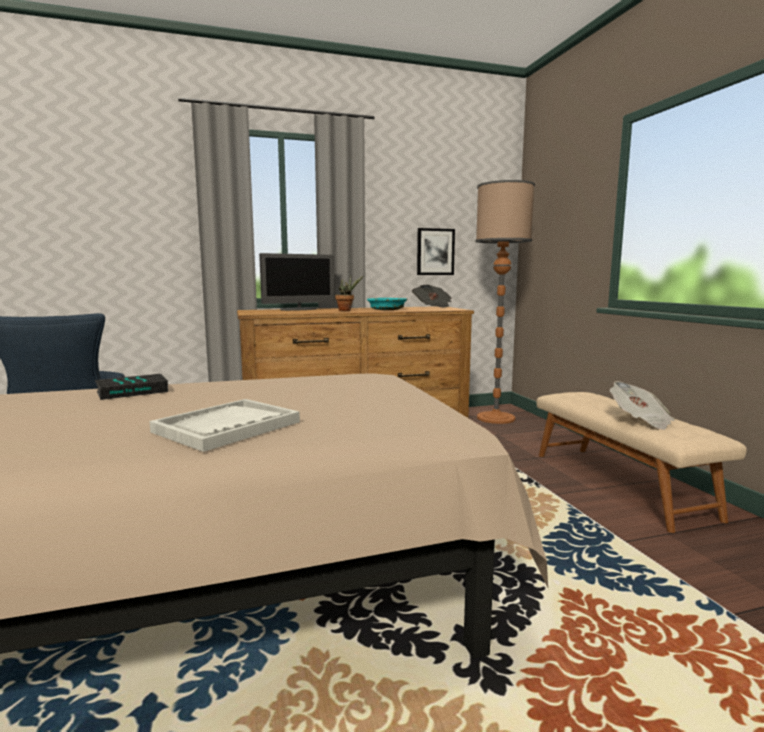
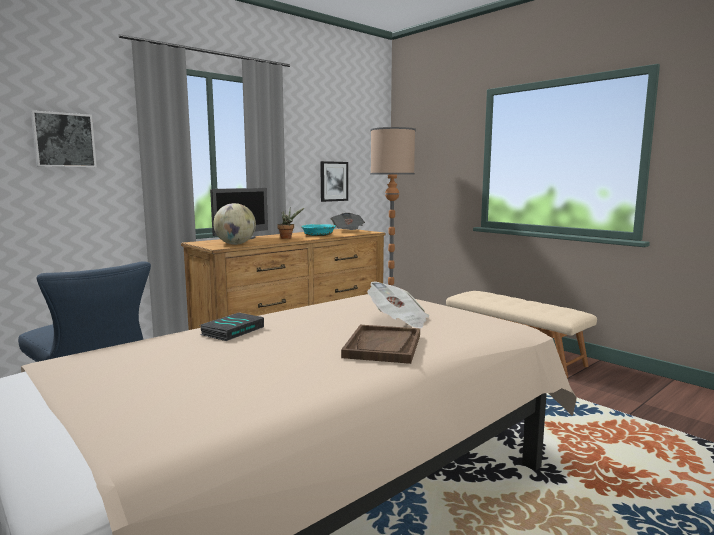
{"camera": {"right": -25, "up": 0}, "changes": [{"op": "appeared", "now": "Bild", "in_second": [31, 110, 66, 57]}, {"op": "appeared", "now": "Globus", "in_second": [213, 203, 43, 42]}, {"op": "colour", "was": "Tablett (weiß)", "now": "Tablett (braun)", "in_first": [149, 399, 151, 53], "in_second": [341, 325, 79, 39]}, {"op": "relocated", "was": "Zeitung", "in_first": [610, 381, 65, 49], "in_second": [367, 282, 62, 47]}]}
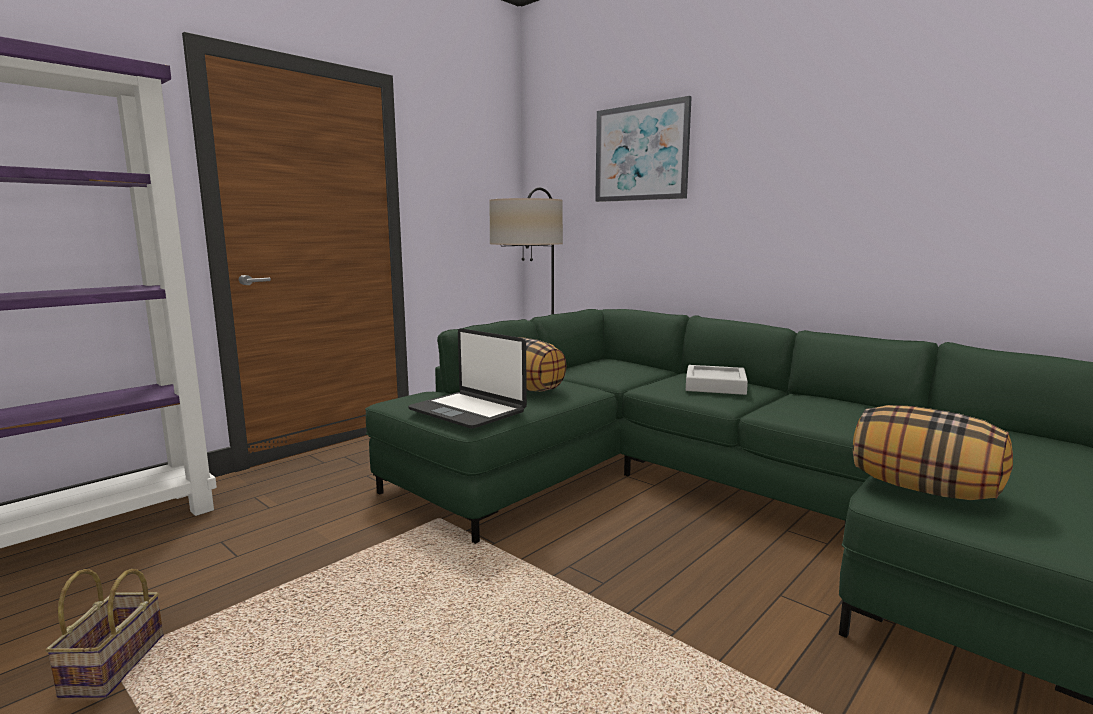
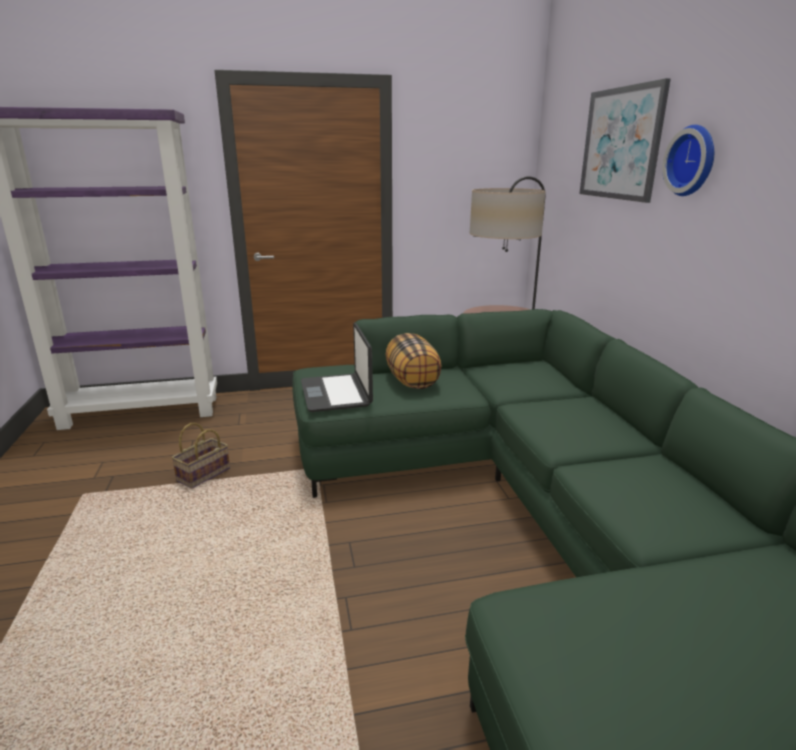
{"camera": {"right": 35, "up": 10}, "changes": [{"op": "relocated", "was": "Korb", "in_first": [45, 569, 118, 129], "in_second": [171, 423, 59, 65]}, {"op": "appeared", "now": "Wanduhr", "in_second": [662, 125, 52, 71]}, {"op": "missing", "was": "Tablett (grau)", "in_first": [686, 365, 62, 30]}, {"op": "missing", "was": "Kissen", "in_first": [853, 405, 160, 95]}]}
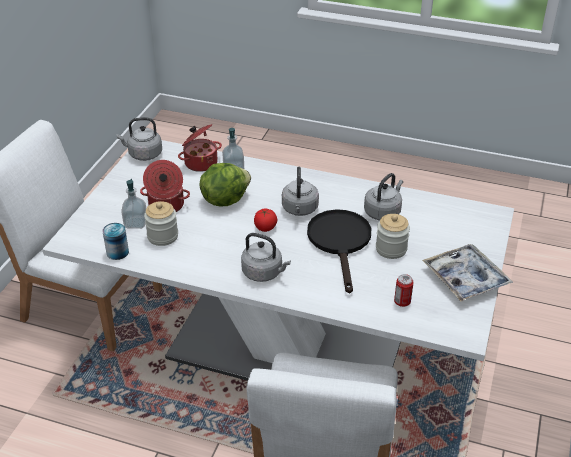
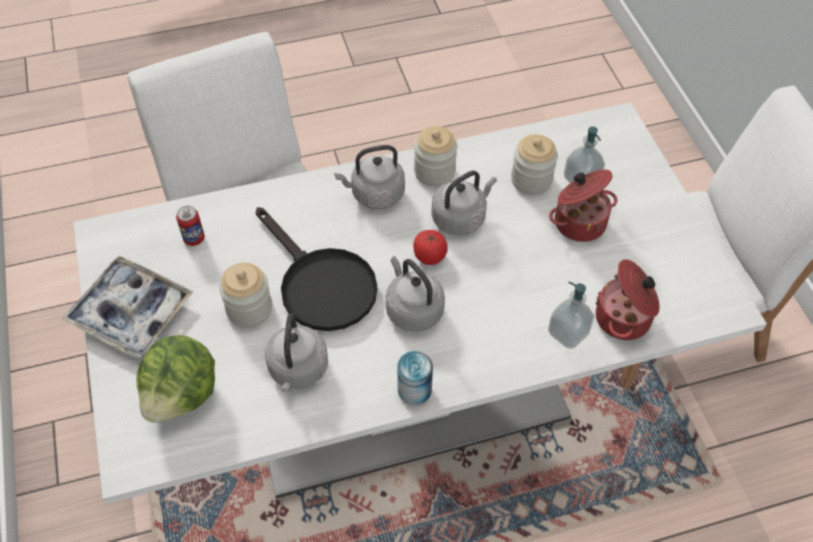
{"camera": {"right": 145, "up": 15}, "changes": [{"op": "relocated", "was": "Salatkopf", "in_first": [199, 163, 52, 43], "in_second": [136, 335, 79, 88]}, {"op": "relocated", "was": "Dose", "in_first": [103, 223, 26, 37], "in_second": [397, 351, 36, 54]}, {"op": "appeared", "now": "Vorratsglas", "in_second": [414, 126, 43, 60]}, {"op": "relocated", "was": "Wasserkessel (grau)", "in_first": [117, 117, 45, 44], "in_second": [431, 171, 66, 65]}]}
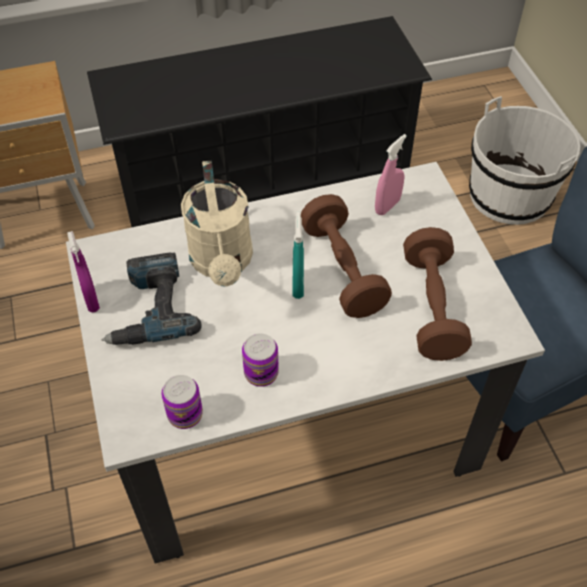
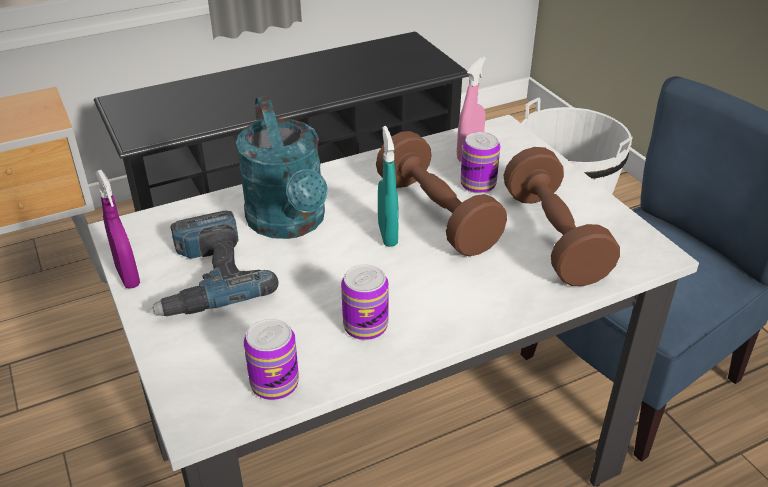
{"camera": {"right": -10, "up": -15}, "changes": [{"op": "colour", "was": "Gießkanne (beige)", "now": "Gießkanne (türkis)", "in_first": [181, 160, 72, 127], "in_second": [236, 96, 92, 143]}, {"op": "appeared", "now": "Dose", "in_second": [460, 132, 40, 62]}]}
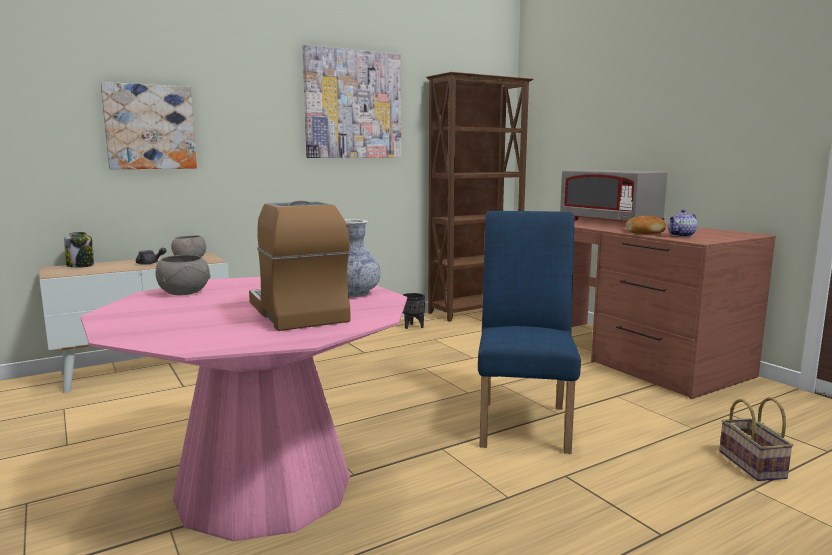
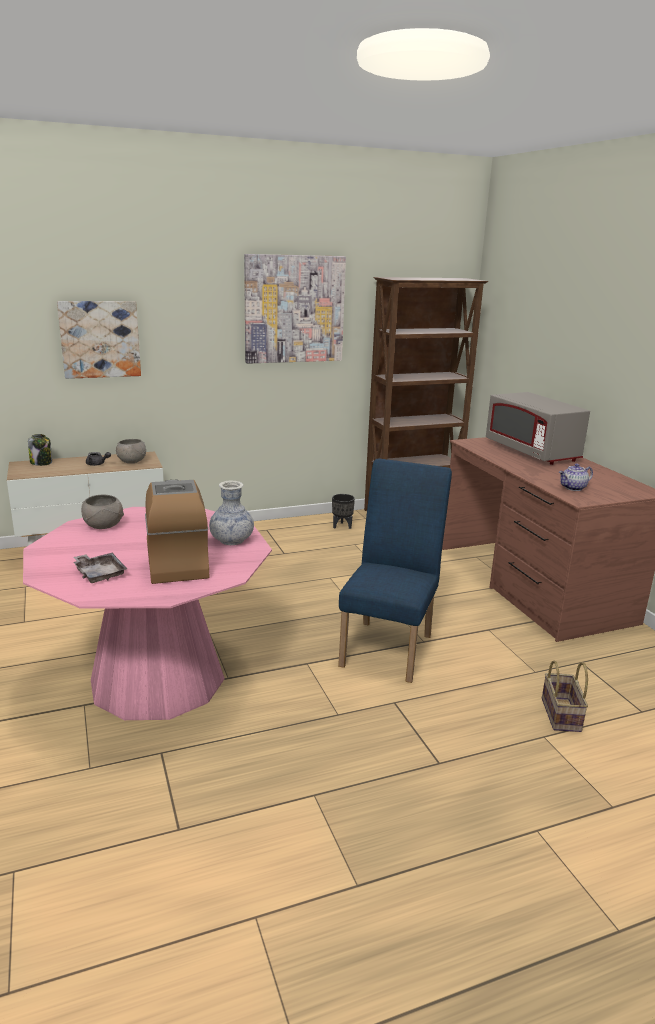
{"camera": {"right": 10, "up": 10}, "changes": [{"op": "appeared", "now": "Tablett (grau)", "in_second": [74, 553, 53, 30]}, {"op": "missing", "was": "Brot", "in_first": [626, 215, 40, 19]}]}
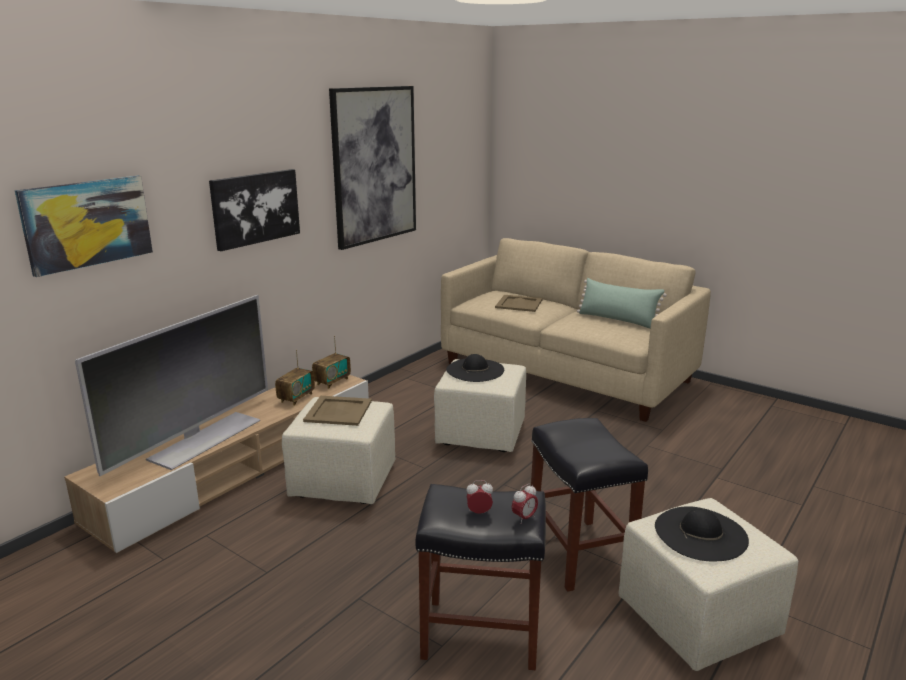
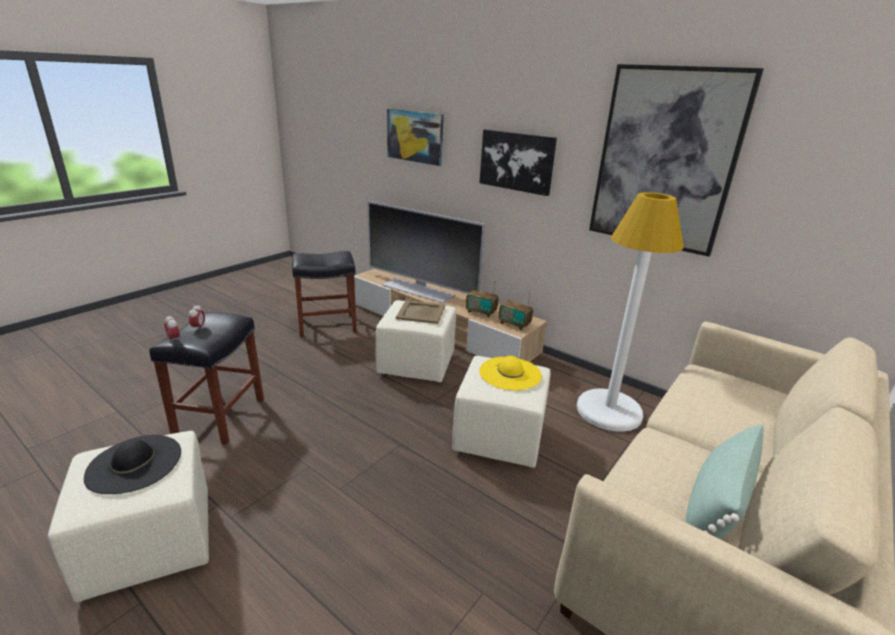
{"camera": {"right": 90, "up": 5}, "changes": [{"op": "relocated", "was": "Hocker (schwarz)", "in_first": [531, 418, 117, 174], "in_second": [292, 251, 65, 86]}, {"op": "colour", "was": "Hut (schwarz)", "now": "Hut (gelb)", "in_first": [446, 354, 58, 28], "in_second": [479, 356, 63, 34]}, {"op": "appeared", "now": "Stehlampe (weiß)", "in_second": [577, 192, 107, 240]}, {"op": "missing", "was": "Tablett (beige)", "in_first": [495, 295, 48, 17]}]}
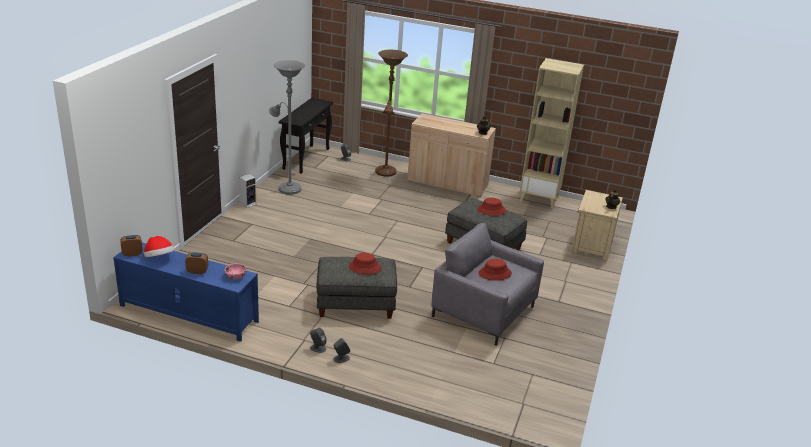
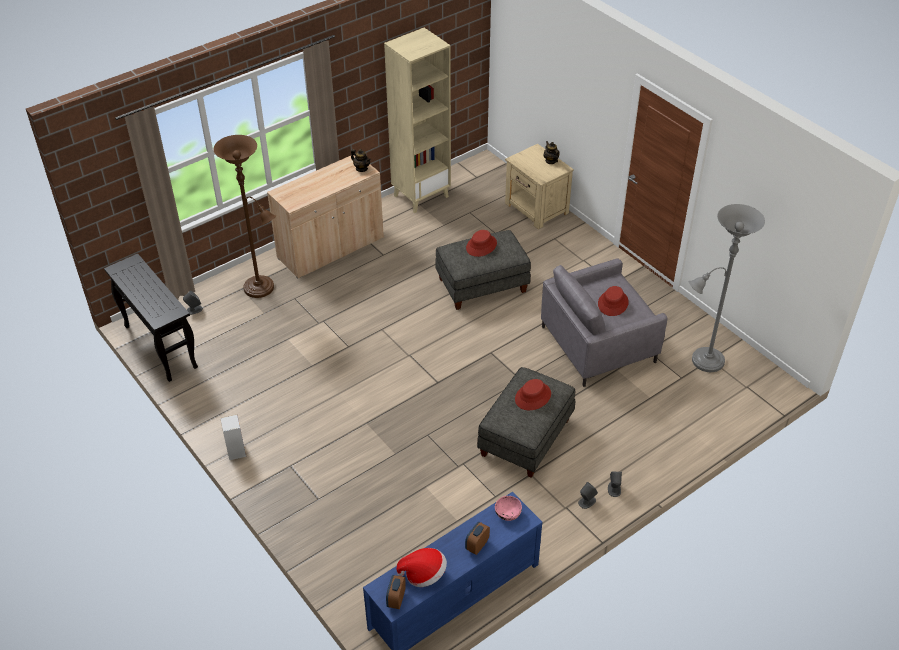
{"camera": {"right": -55, "up": 15}, "changes": [{"op": "relocated", "was": "Stehlampe (grau)", "in_first": [269, 60, 36, 135], "in_second": [689, 204, 76, 168]}]}
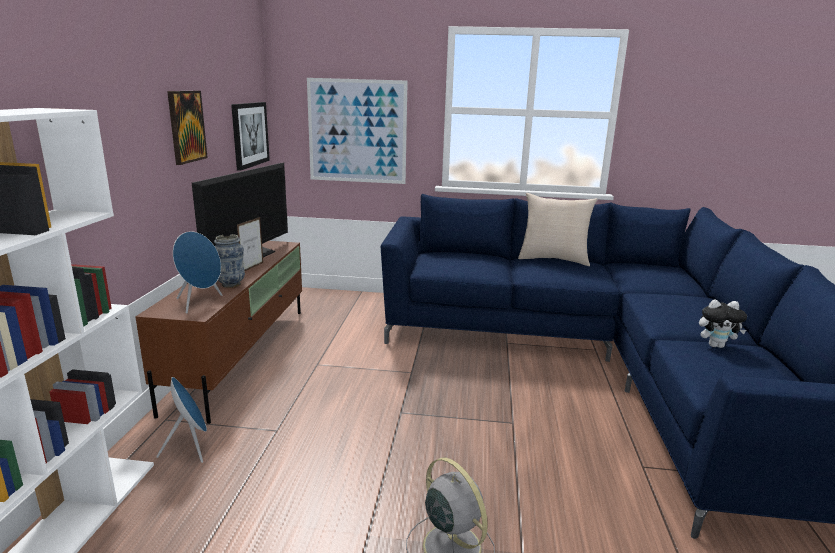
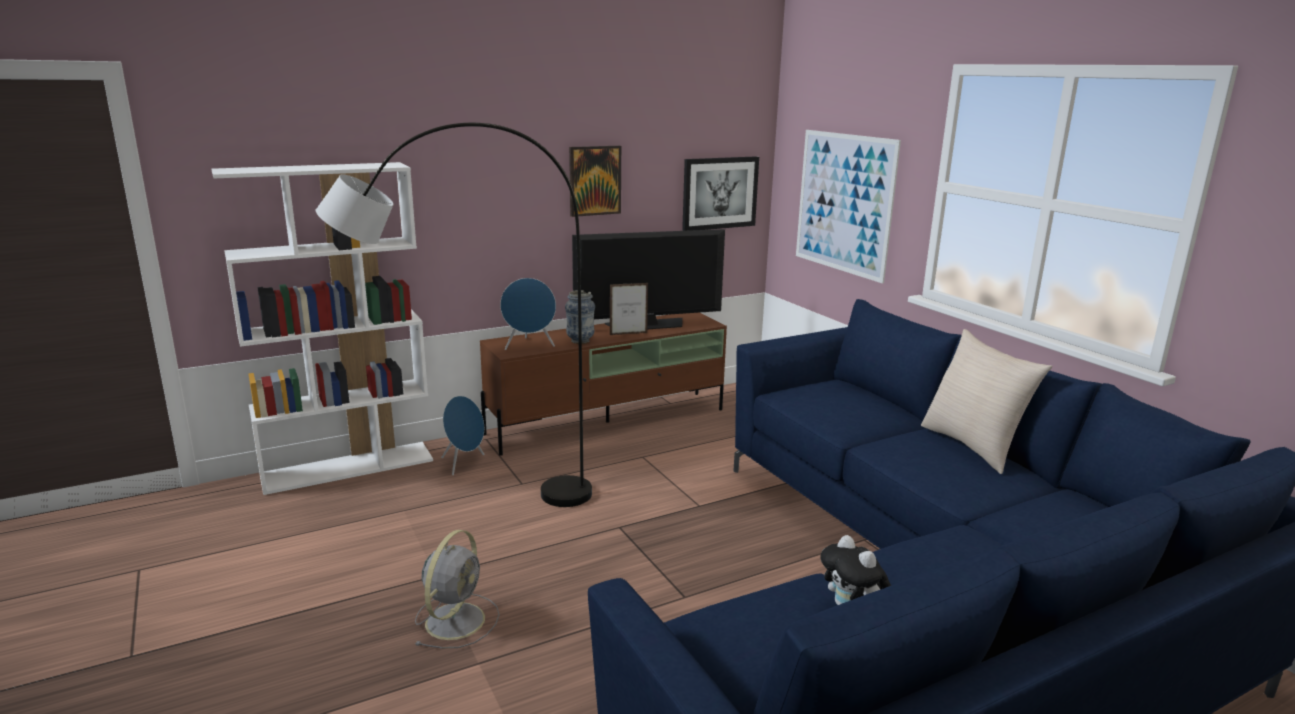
{"camera": {"right": 55, "up": 0}, "changes": [{"op": "appeared", "now": "Stehlampe (grau)", "in_second": [316, 123, 276, 384]}]}
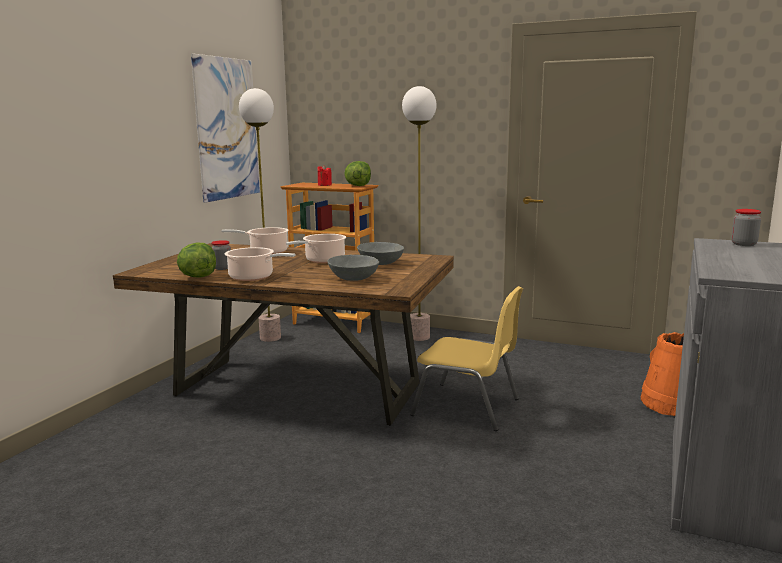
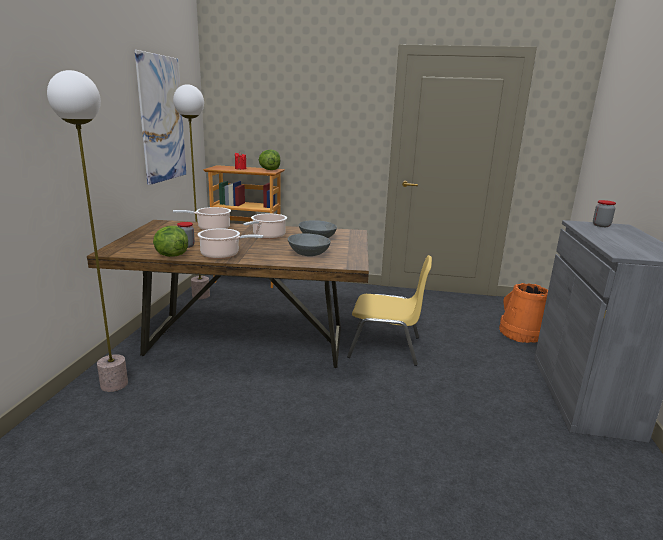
{"camera": {"right": -15, "up": 5}, "changes": [{"op": "relocated", "was": "Stehlampe", "in_first": [402, 86, 35, 255], "in_second": [47, 70, 81, 322]}]}
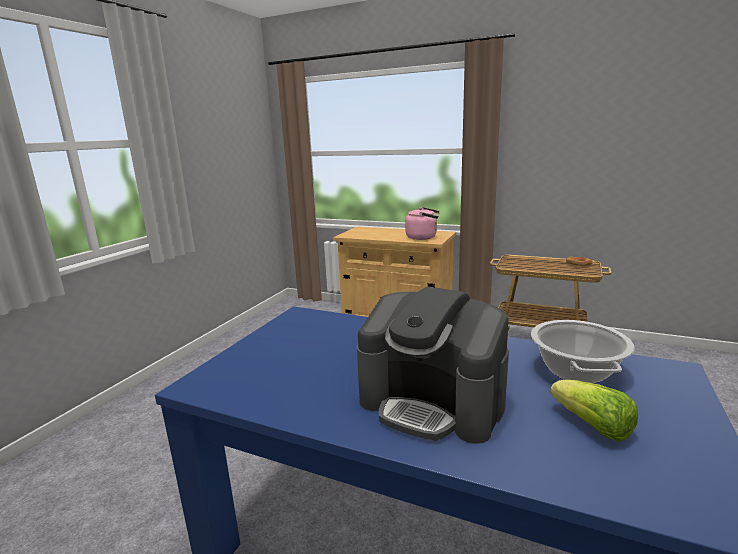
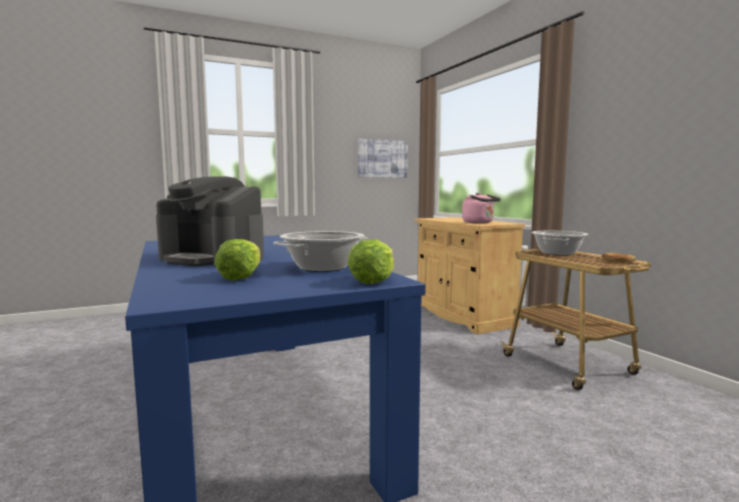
{"camera": {"right": 40, "up": -10}, "changes": [{"op": "spun", "was": "Kaffeemaschine", "in_first": [357, 286, 152, 158], "in_second": [156, 176, 108, 90], "clockwise": -45}, {"op": "appeared", "now": "Salatkopf", "in_second": [348, 239, 46, 45]}, {"op": "appeared", "now": "Bild", "in_second": [358, 139, 50, 39]}, {"op": "appeared", "now": "Kochtopf", "in_second": [531, 231, 57, 25]}]}
